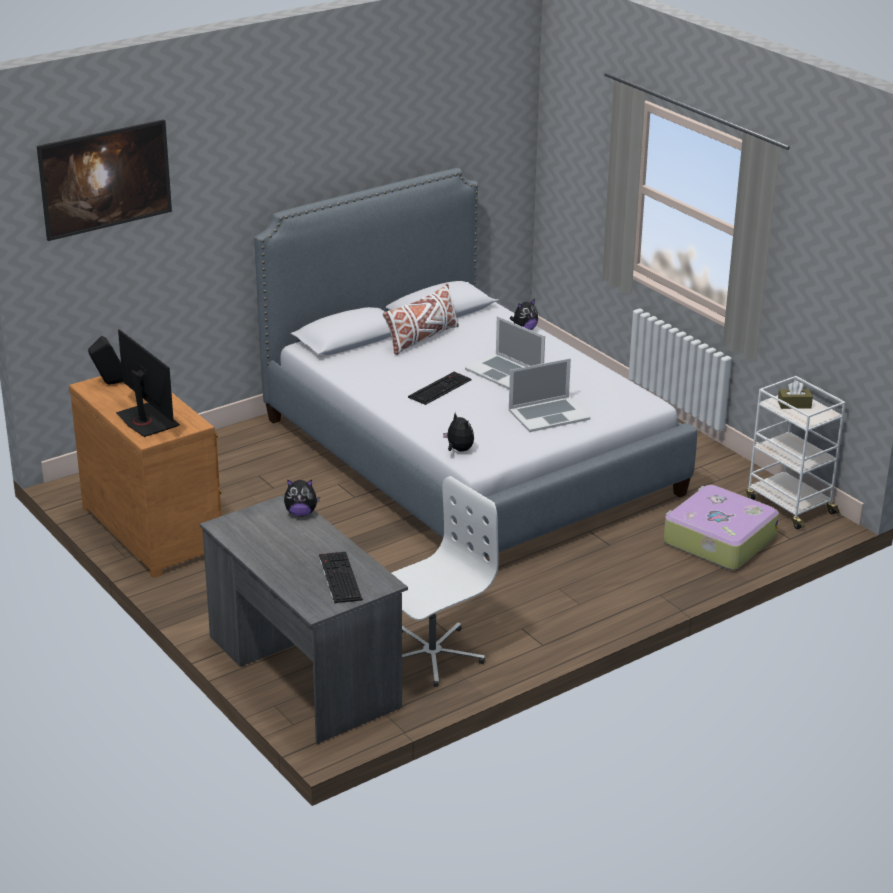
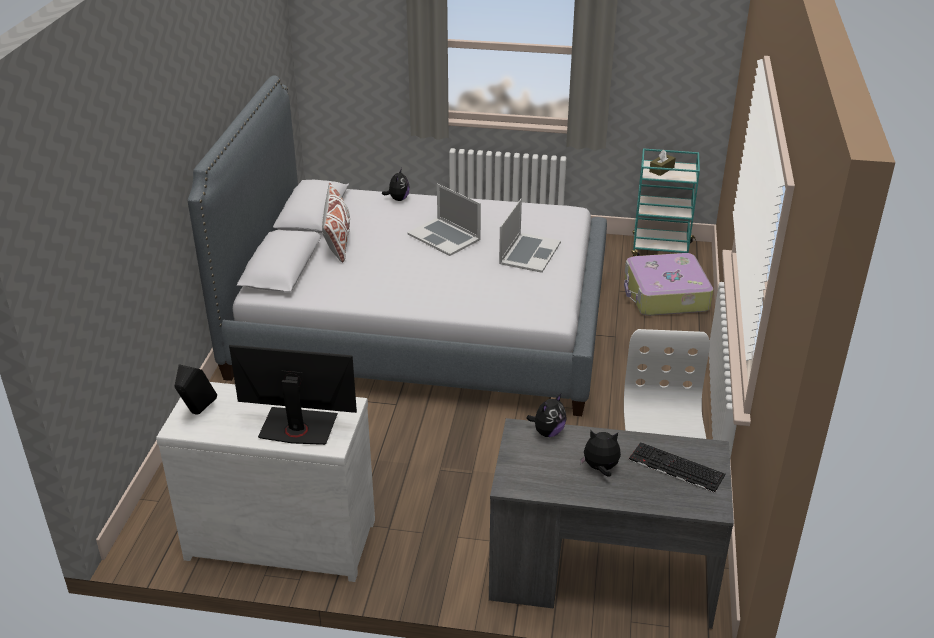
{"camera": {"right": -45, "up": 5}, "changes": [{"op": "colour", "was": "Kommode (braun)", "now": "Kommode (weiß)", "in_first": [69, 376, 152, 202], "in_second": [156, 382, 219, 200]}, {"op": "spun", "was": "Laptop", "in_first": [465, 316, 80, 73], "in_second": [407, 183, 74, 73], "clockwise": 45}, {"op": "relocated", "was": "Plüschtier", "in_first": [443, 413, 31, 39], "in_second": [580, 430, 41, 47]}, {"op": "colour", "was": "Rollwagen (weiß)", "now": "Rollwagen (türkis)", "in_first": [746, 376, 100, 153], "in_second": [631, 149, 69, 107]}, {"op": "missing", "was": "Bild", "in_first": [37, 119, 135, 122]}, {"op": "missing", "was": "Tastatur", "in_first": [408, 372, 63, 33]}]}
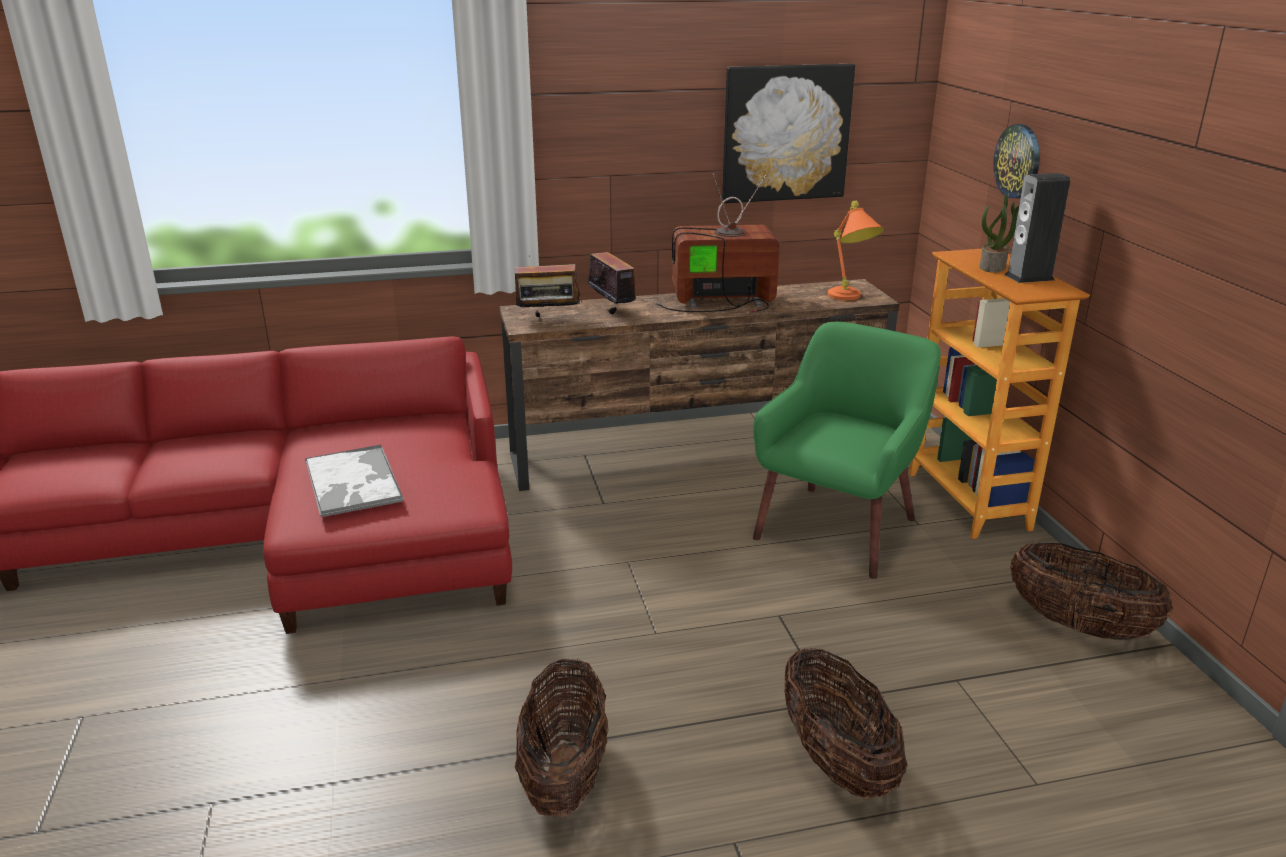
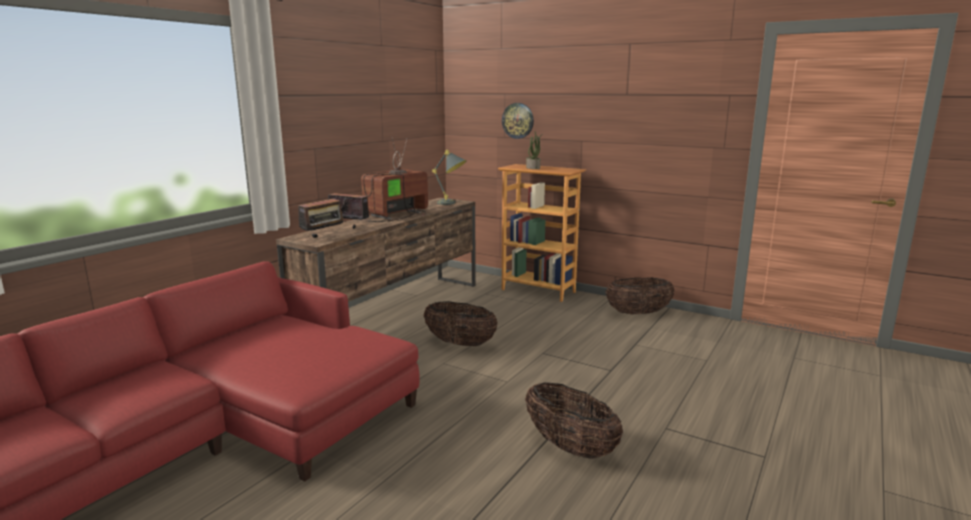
{"camera": {"right": -45, "up": -10}, "changes": [{"op": "relocated", "was": "Korb", "in_first": [784, 647, 123, 152], "in_second": [424, 301, 74, 45]}, {"op": "colour", "was": "Tischlampe (orange)", "now": "Tischlampe (grau)", "in_first": [828, 201, 57, 99], "in_second": [432, 150, 35, 55]}, {"op": "missing", "was": "Tablett", "in_first": [305, 445, 99, 72]}, {"op": "missing", "was": "Bild", "in_first": [722, 64, 133, 139]}, {"op": "missing", "was": "Sessel (grün)", "in_first": [753, 322, 188, 257]}, {"op": "missing", "was": "Lautsprecher", "in_first": [1005, 173, 65, 110]}]}
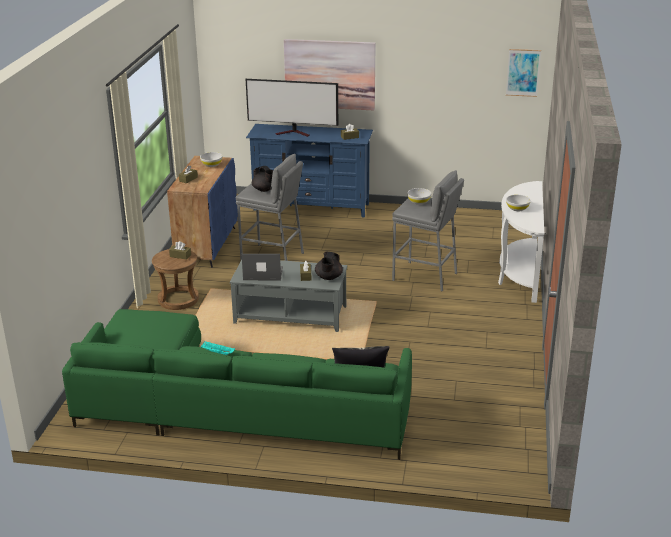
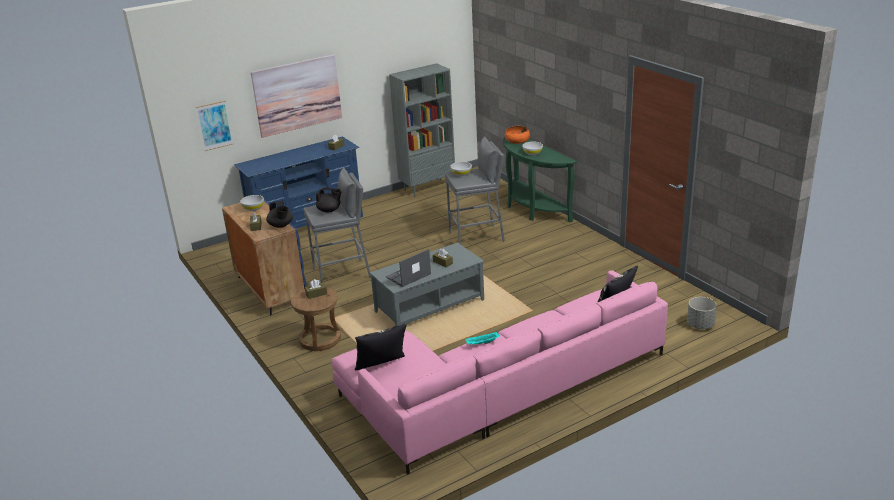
{"camera": {"right": -40, "up": 0}, "changes": [{"op": "relocated", "was": "Bild", "in_first": [506, 49, 35, 48], "in_second": [196, 100, 38, 51]}, {"op": "relocated", "was": "Teekanne (schwarz)", "in_first": [315, 252, 28, 28], "in_second": [266, 201, 27, 27]}, {"op": "colour", "was": "Sofa (grün)", "now": "Sofa (rosa)", "in_first": [62, 309, 350, 151], "in_second": [332, 270, 336, 204]}, {"op": "appeared", "now": "Kissen", "in_second": [355, 323, 52, 47]}, {"op": "appeared", "now": "Bücherregal (grau)", "in_second": [389, 63, 66, 134]}, {"op": "colour", "was": "Konsolentisch (weiß)", "now": "Konsolentisch (grün)", "in_first": [498, 181, 46, 122], "in_second": [503, 136, 74, 87]}, {"op": "appeared", "now": "Schüssel (orange)", "in_second": [505, 126, 25, 18]}, {"op": "appeared", "now": "Pflanzkübel (grau)", "in_second": [687, 297, 30, 32]}, {"op": "missing", "was": "Fernseher", "in_first": [246, 79, 92, 58]}]}
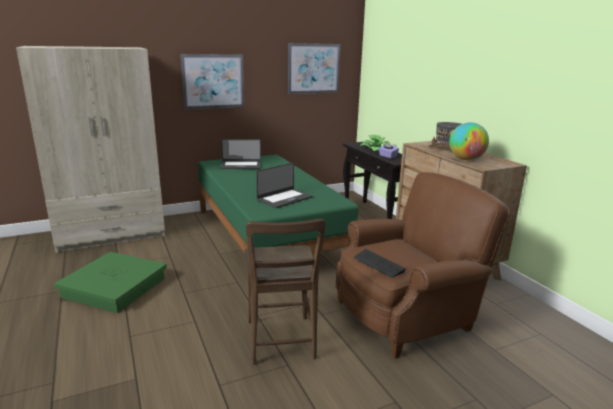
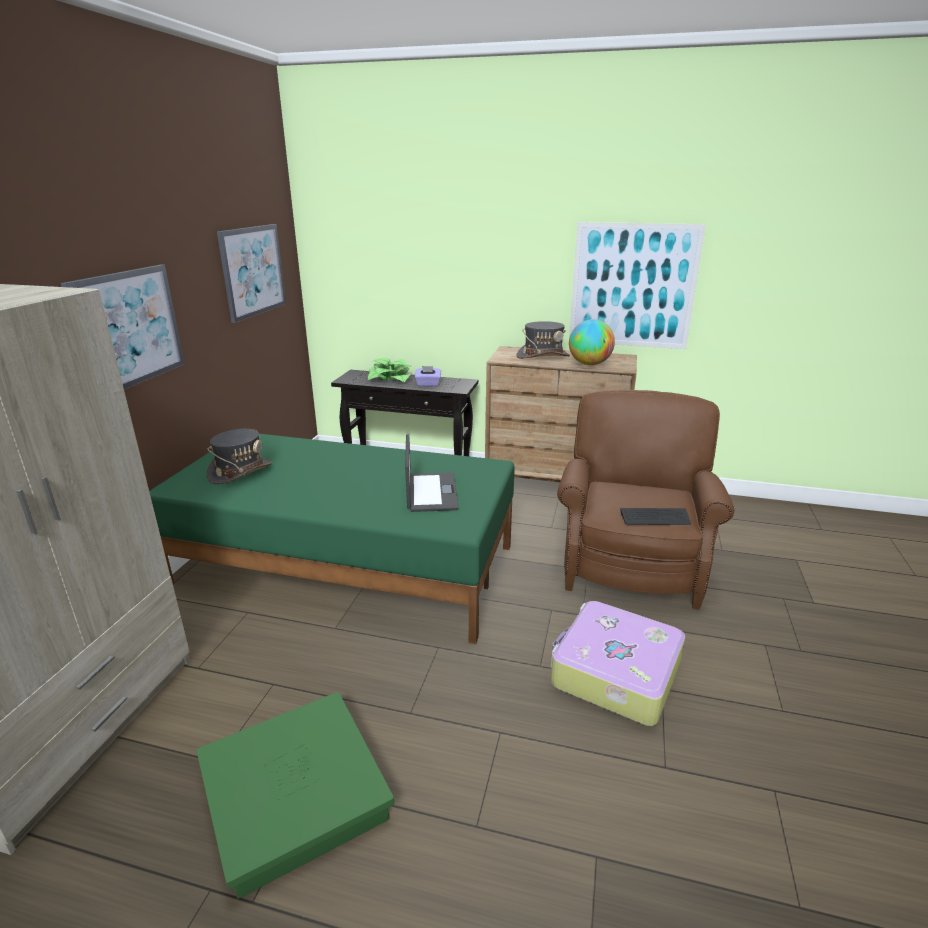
{"camera": {"right": -50, "up": 5}, "changes": [{"op": "exchanged", "was": "Laptop", "now": "Hut (grau)", "in_first": [220, 139, 41, 30], "in_second": [207, 429, 65, 56]}, {"op": "exchanged", "was": "Stuhl (braun)", "now": "Koffer", "in_first": [245, 219, 81, 146], "in_second": [551, 601, 134, 125]}, {"op": "appeared", "now": "Bild", "in_second": [569, 222, 137, 127]}]}
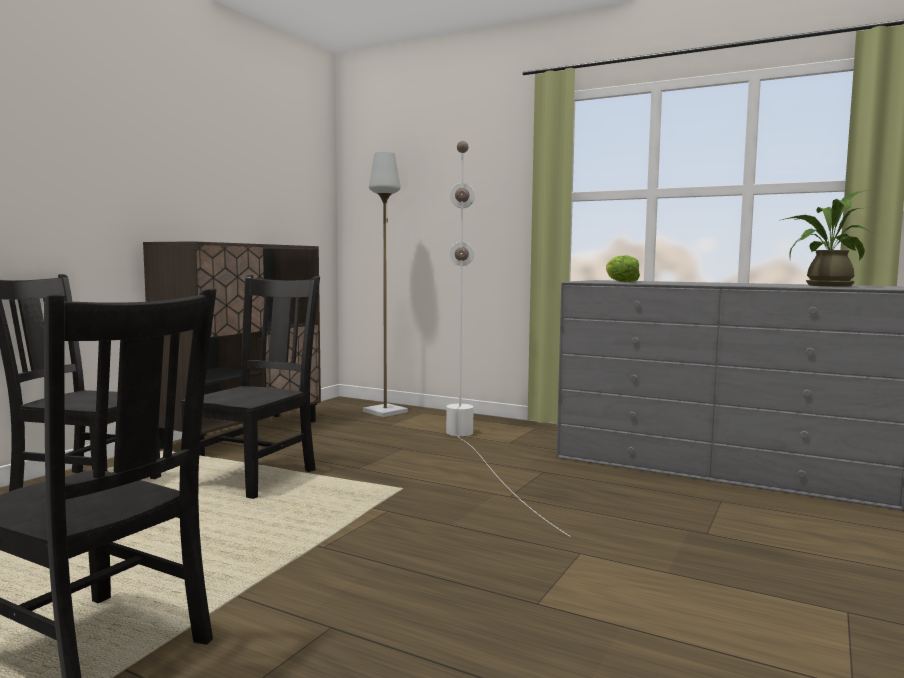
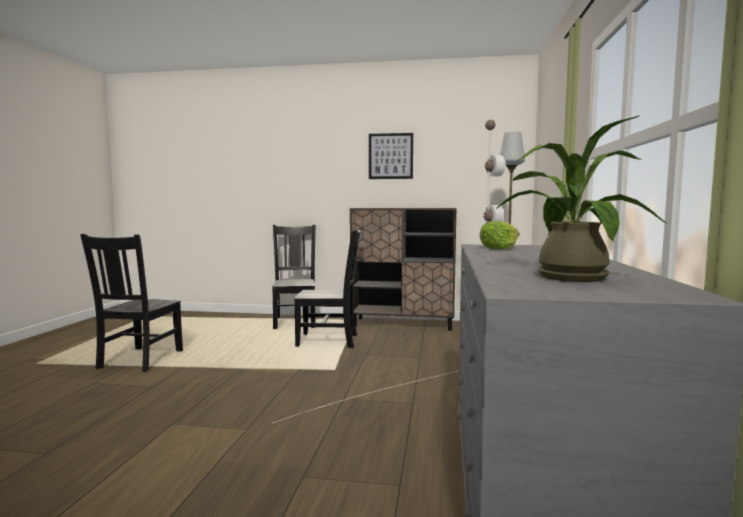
{"camera": {"right": 70, "up": 0}, "changes": [{"op": "appeared", "now": "Bild", "in_second": [369, 133, 44, 46]}]}
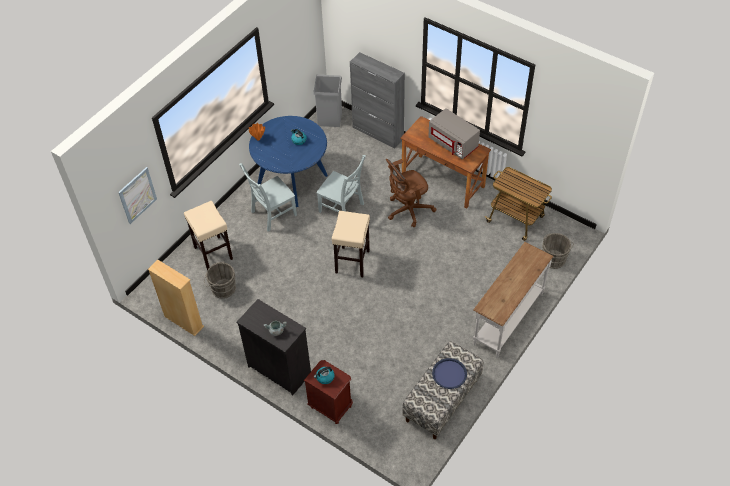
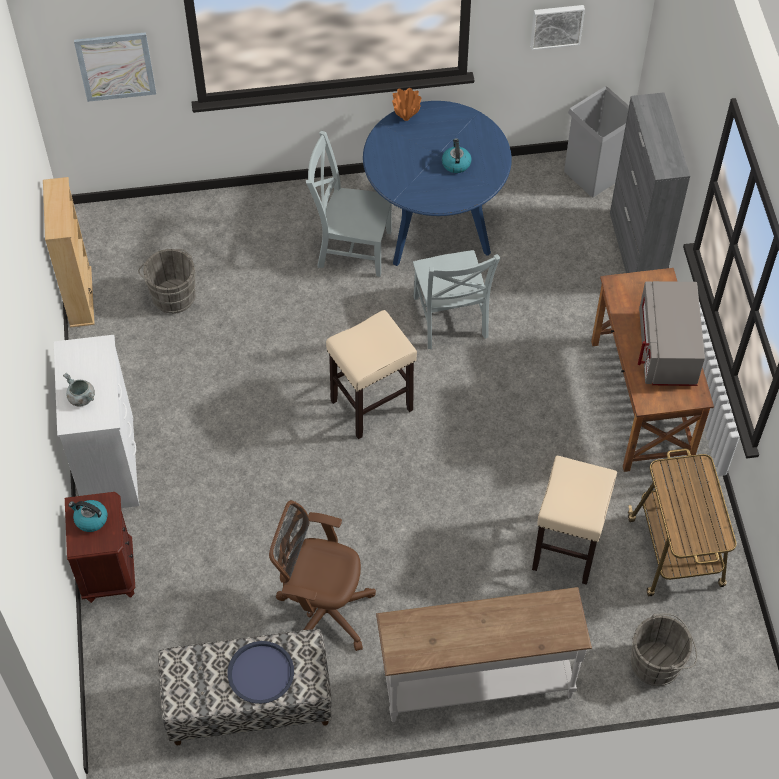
{"camera": {"right": 45, "up": 5}, "changes": [{"op": "colour", "was": "Kommode (schwarz)", "now": "Kommode (weiß)", "in_first": [237, 299, 74, 96], "in_second": [54, 335, 86, 173]}, {"op": "relocated", "was": "Bürostuhl (braun)", "in_first": [386, 159, 51, 68], "in_second": [269, 500, 107, 151]}, {"op": "appeared", "now": "Bild", "in_second": [530, 5, 55, 45]}, {"op": "relocated", "was": "Hocker (beige)", "in_first": [184, 201, 49, 69], "in_second": [532, 456, 85, 129]}]}
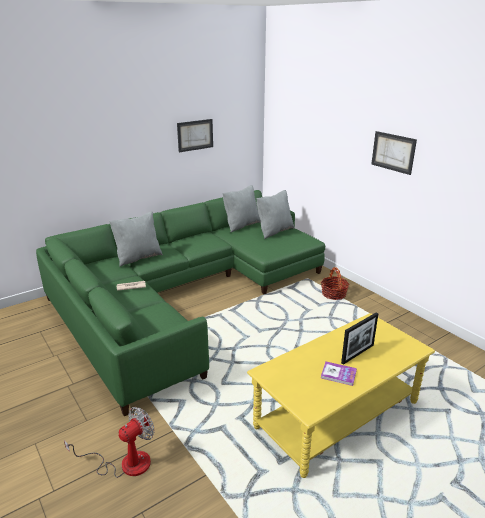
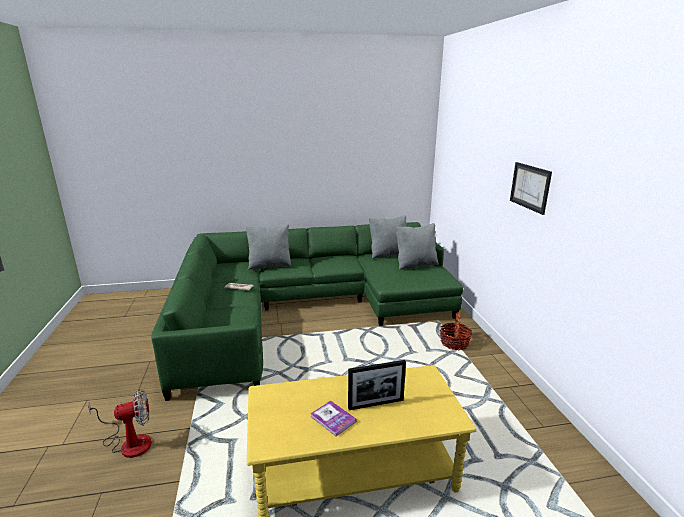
{"camera": {"right": 25, "up": -5}, "changes": [{"op": "missing", "was": "Bild", "in_first": [177, 119, 36, 33]}]}
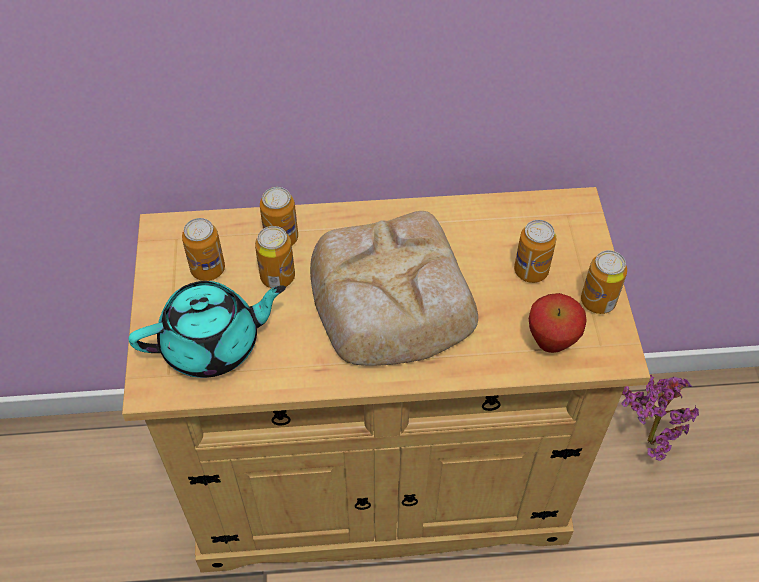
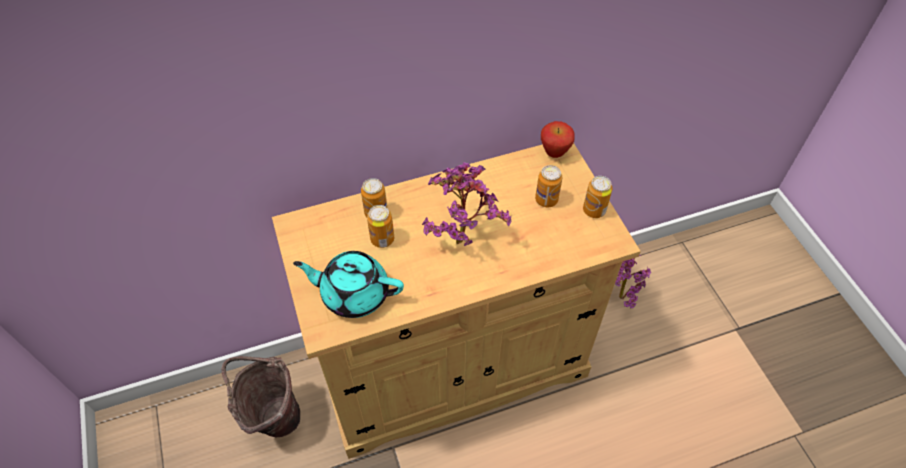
{"camera": {"right": -15, "up": 0}, "changes": [{"op": "appeared", "now": "Eimer (braun)", "in_second": [221, 356, 79, 81]}, {"op": "spun", "was": "Teekanne (türkis)", "in_first": [128, 281, 158, 97], "in_second": [293, 251, 111, 67], "clockwise": -135}, {"op": "exchanged", "was": "Brot", "now": "Topfpflanze", "in_first": [310, 211, 168, 155], "in_second": [422, 163, 89, 83]}, {"op": "relocated", "was": "Apfel", "in_first": [529, 293, 58, 60], "in_second": [541, 121, 34, 37]}, {"op": "missing", "was": "Dose", "in_first": [182, 218, 43, 63]}]}
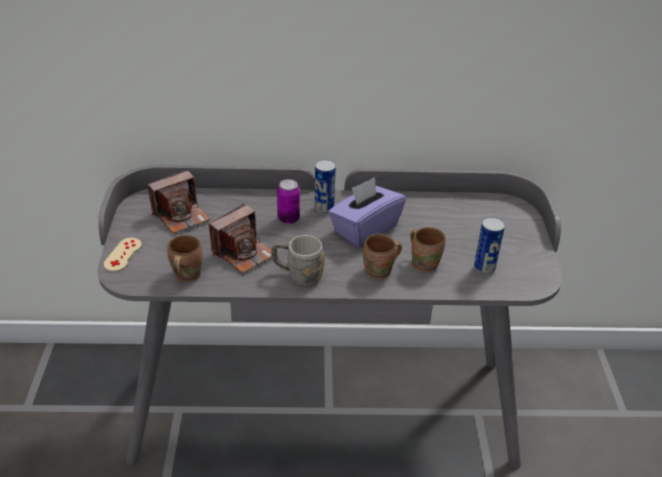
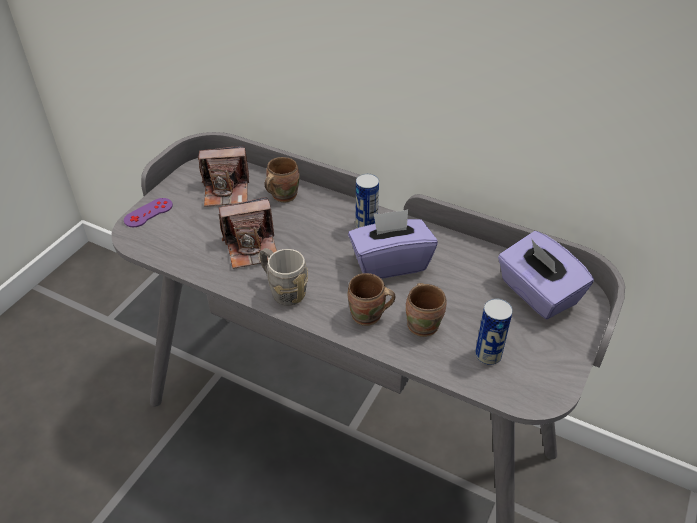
{"camera": {"right": 30, "up": 5}, "changes": [{"op": "colour", "was": "Gamepad (beige)", "now": "Gamepad (lila)", "in_first": [103, 238, 39, 34], "in_second": [124, 198, 49, 29]}, {"op": "relocated", "was": "Henkelbecher (braun)", "in_first": [167, 235, 36, 47], "in_second": [265, 157, 35, 45]}, {"op": "appeared", "now": "Taschentuchbox (lila)", "in_second": [498, 231, 96, 88]}, {"op": "missing", "was": "Dose", "in_first": [277, 179, 23, 45]}]}
